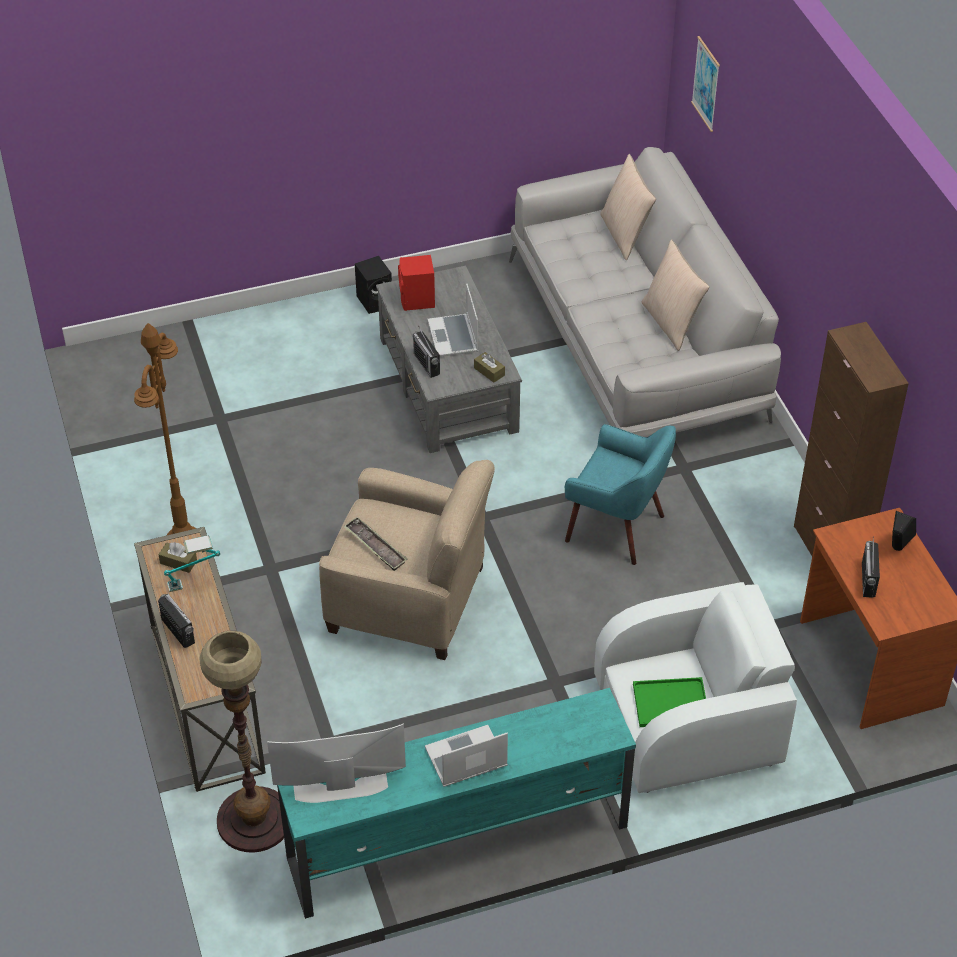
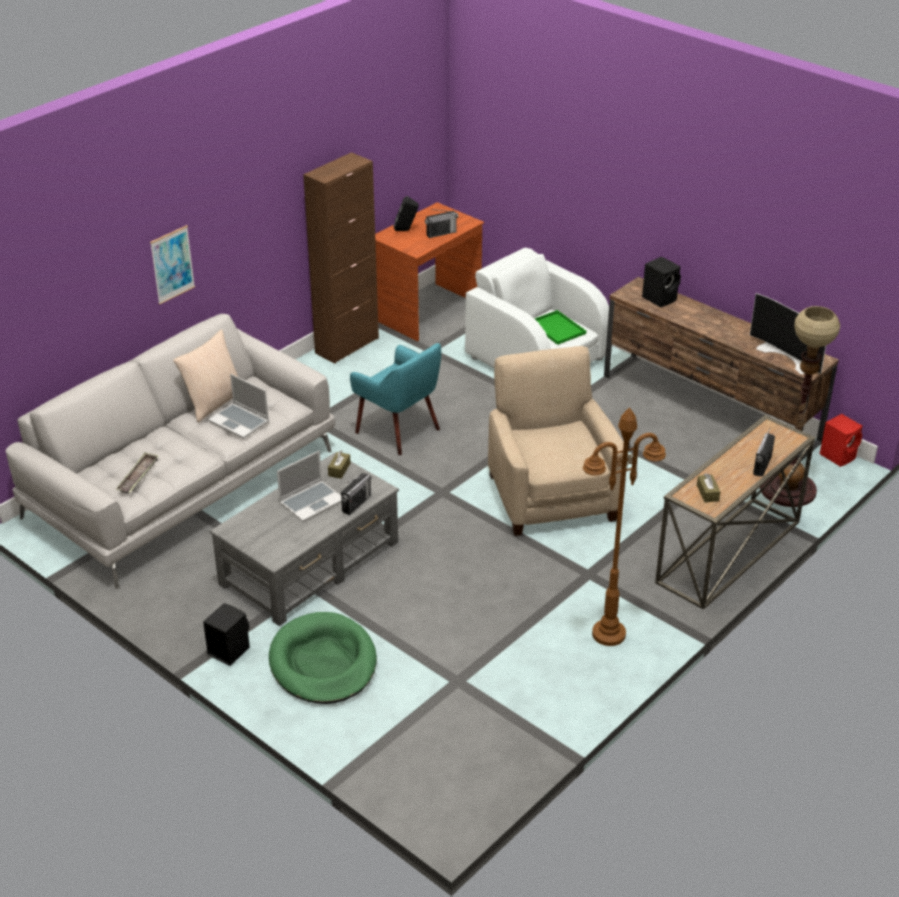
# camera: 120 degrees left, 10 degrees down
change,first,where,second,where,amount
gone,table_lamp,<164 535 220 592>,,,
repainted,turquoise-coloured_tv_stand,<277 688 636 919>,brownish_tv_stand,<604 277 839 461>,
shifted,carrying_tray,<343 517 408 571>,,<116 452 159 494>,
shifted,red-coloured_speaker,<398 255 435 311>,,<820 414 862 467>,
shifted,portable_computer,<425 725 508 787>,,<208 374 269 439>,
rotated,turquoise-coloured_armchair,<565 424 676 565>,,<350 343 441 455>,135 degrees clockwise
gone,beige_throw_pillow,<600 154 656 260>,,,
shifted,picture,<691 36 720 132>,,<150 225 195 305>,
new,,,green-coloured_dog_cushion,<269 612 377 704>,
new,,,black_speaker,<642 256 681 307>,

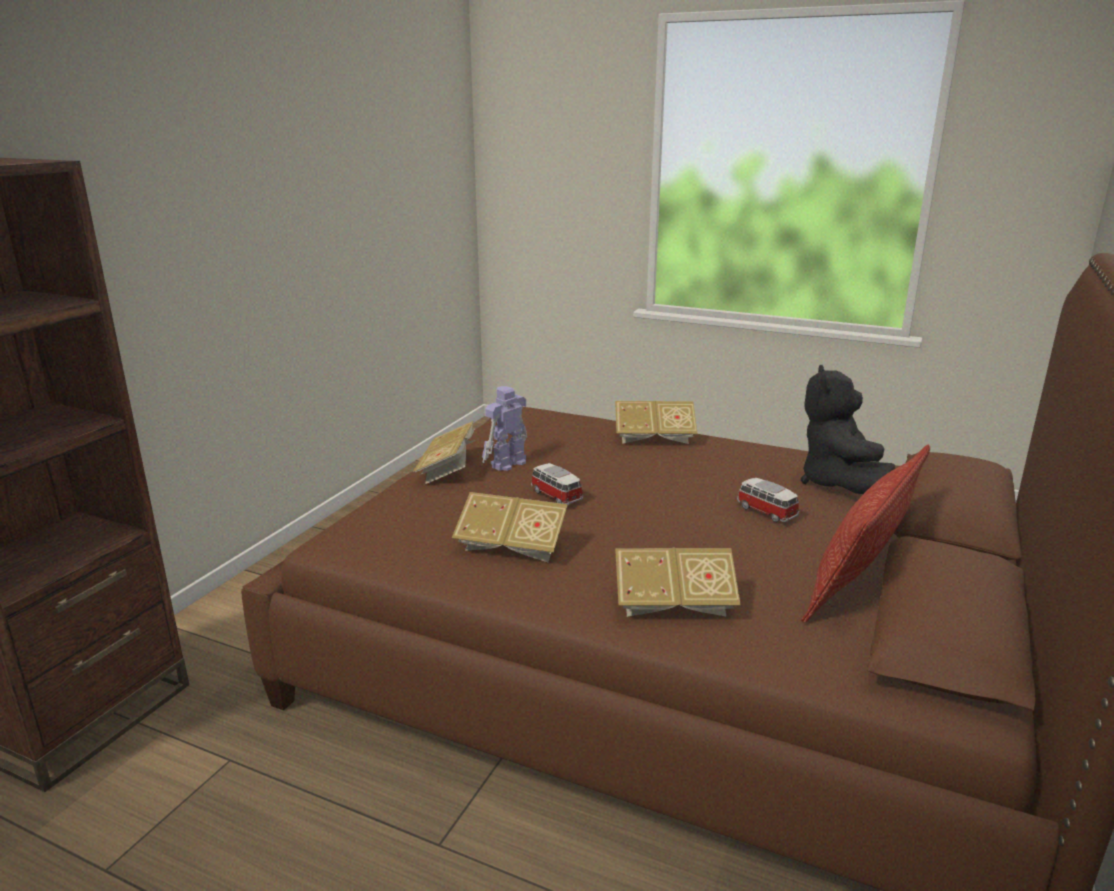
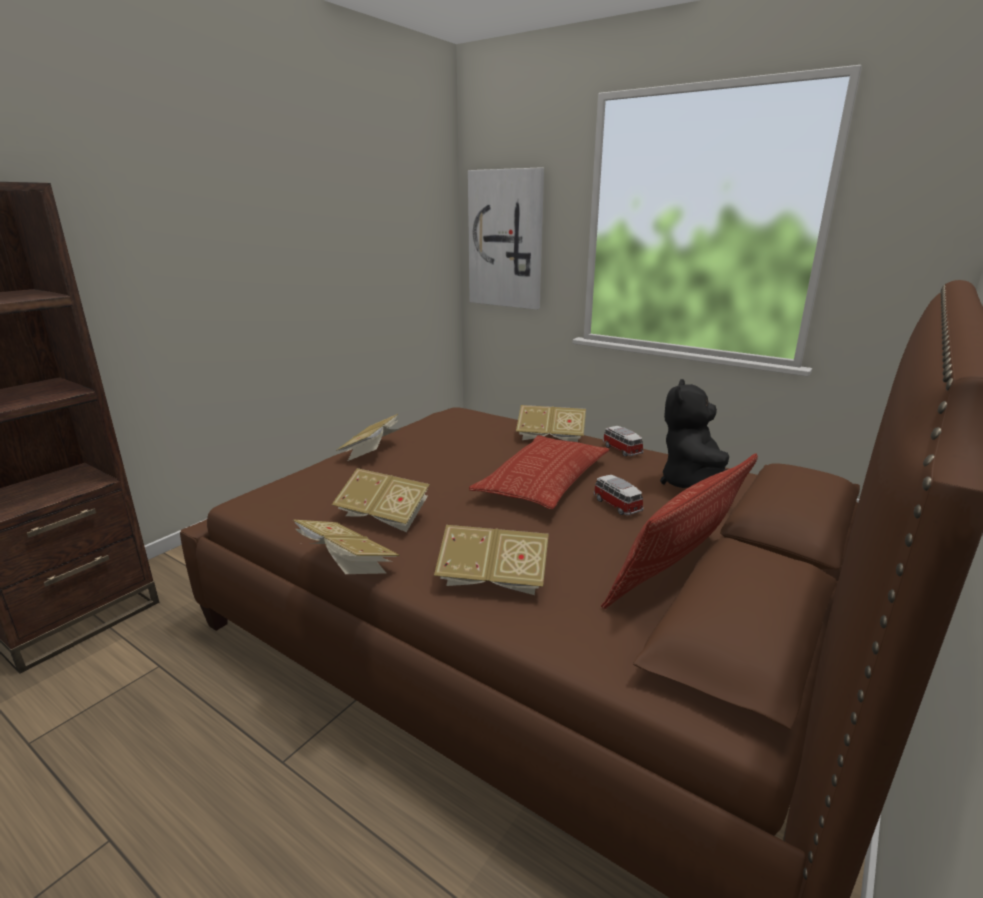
# camera: 10 degrees right, 0 degrees up
change,first,where,second,where,amount
gone,model_robot,<482 386 527 471>,,,
shifted,miniature_car,<531 463 583 505>,,<603 426 643 456>,
new,,,volume,<293 519 400 574>,
new,,,picture,<468 167 544 310>,
new,,,throw_pillow,<469 435 610 509>,

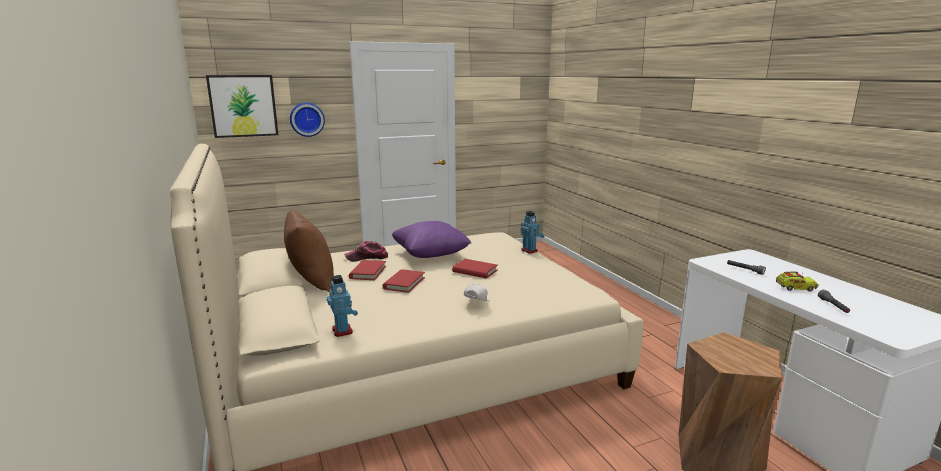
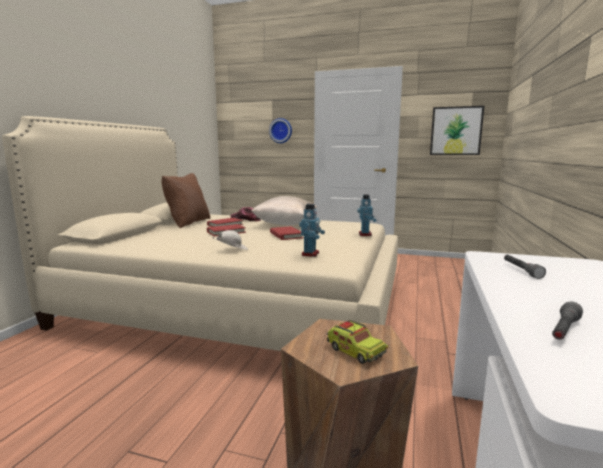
# camera: 40 degrees right, 5 degrees down
change,first,where,second,where,amount
shifted,picture,<206 75 278 138>,,<430 106 484 155>,
shifted,model_robot,<326 275 358 337>,,<299 204 325 257>,
repainted,purple_throw_pillow,<392 221 471 258>,beige_throw_pillow,<251 196 317 225>,
shifted,toy_lorry,<776 272 819 292>,,<327 320 388 364>,

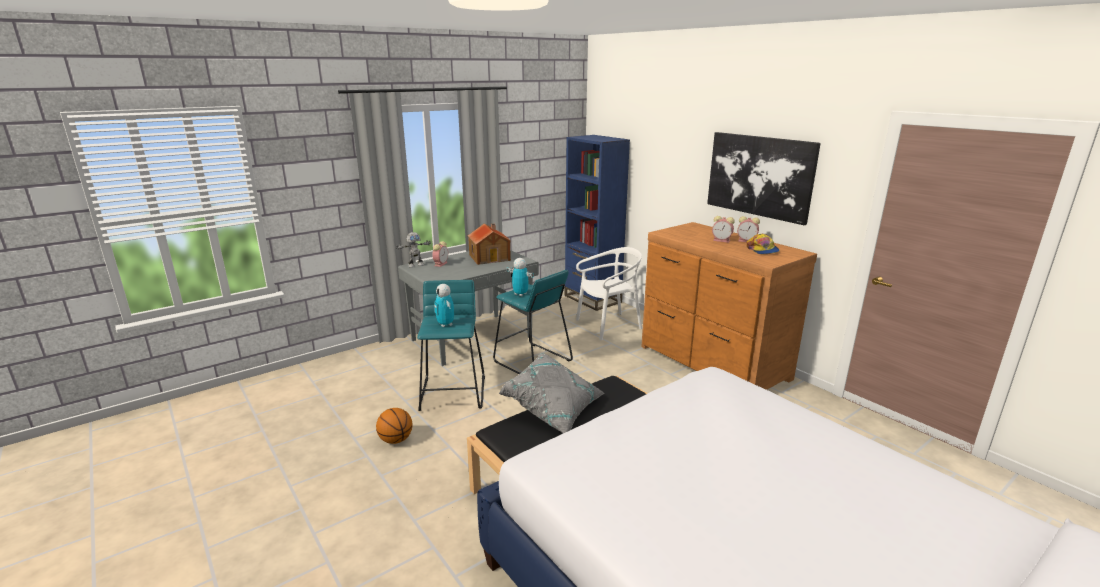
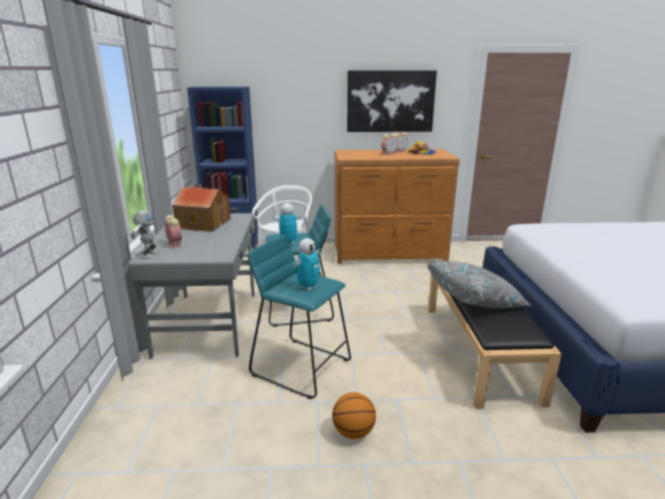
# camera: 55 degrees left, 0 degrees up
change,first,where,second,where,amount
rotated,model_robot,<434 284 454 327>,,<293 238 322 290>,60 degrees counterclockwise

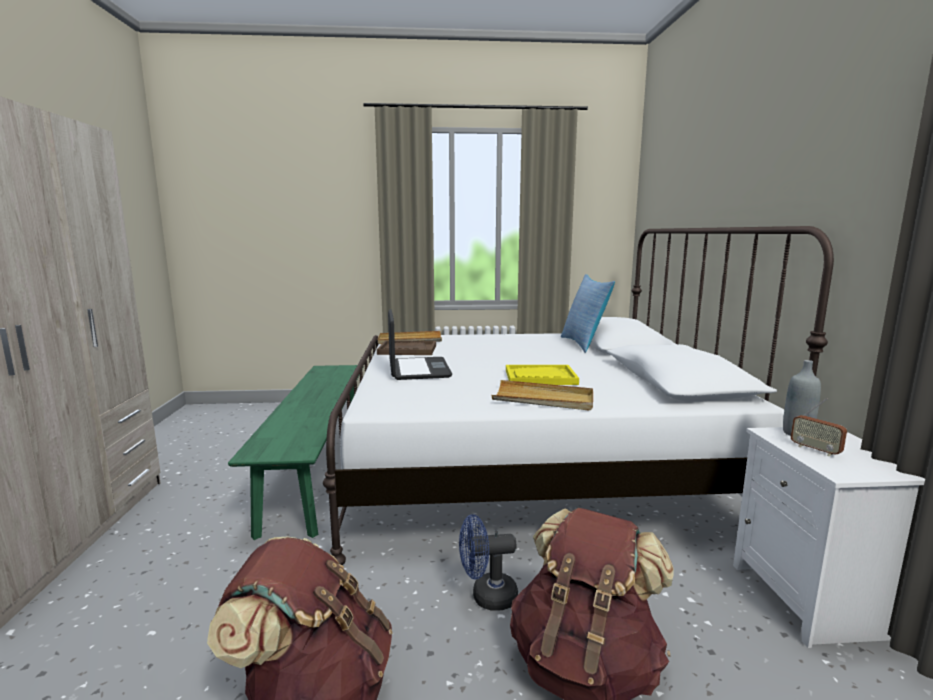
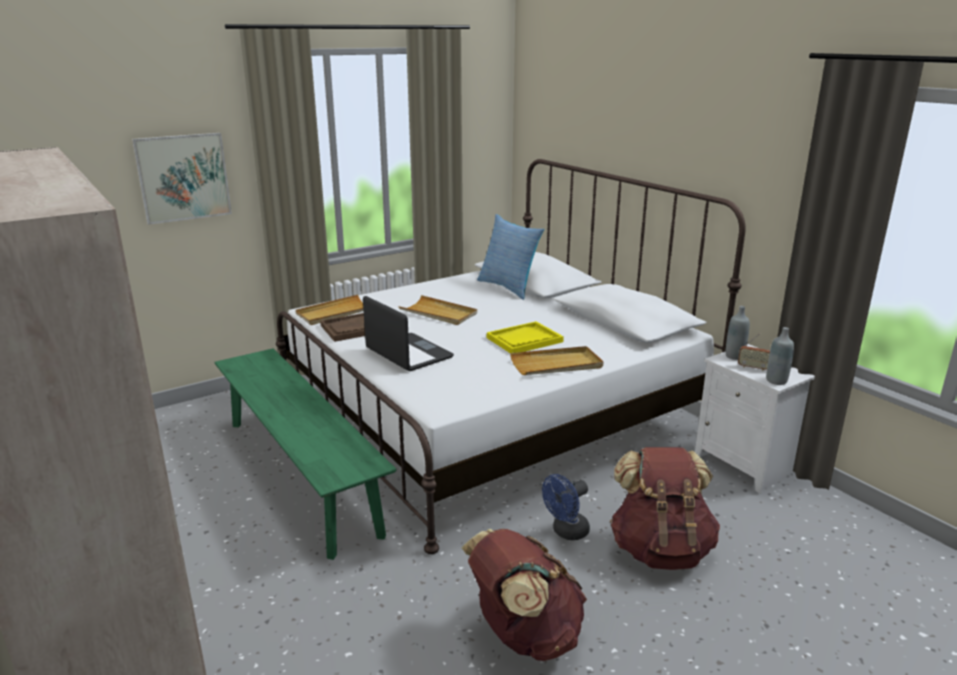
# camera: 30 degrees left, 10 degrees up
change,first,where,second,where,amount
new,,,picture,<132 133 232 225>,
new,,,beige_carrying_tray,<398 295 477 325>,
new,,,gray_drink_bottle,<766 327 794 385>,

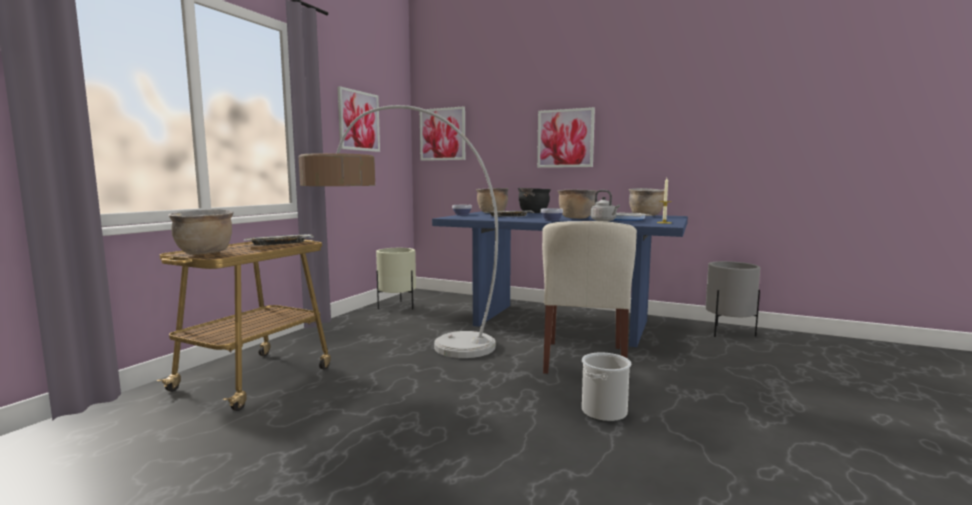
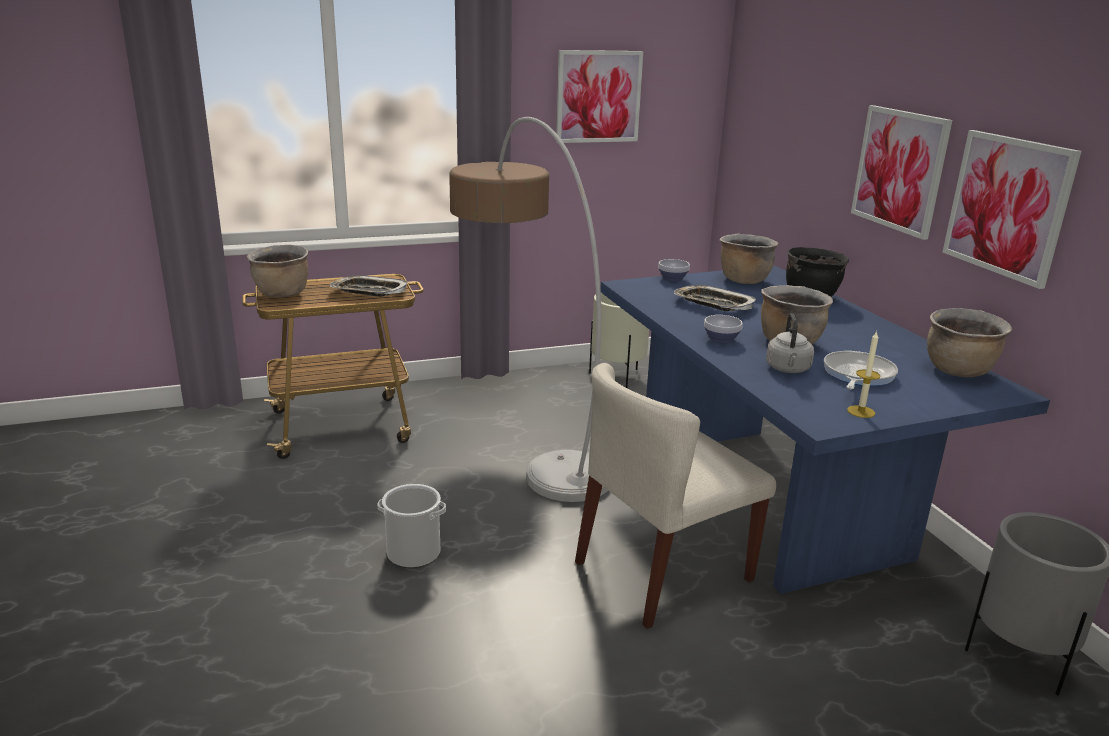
# camera: 45 degrees right, 15 degrees up
change,first,where,second,where,amount
shifted,picture,<420 107 465 161>,,<943 130 1082 289>,
shifted,pail,<582 353 631 422>,,<377 484 446 568>,

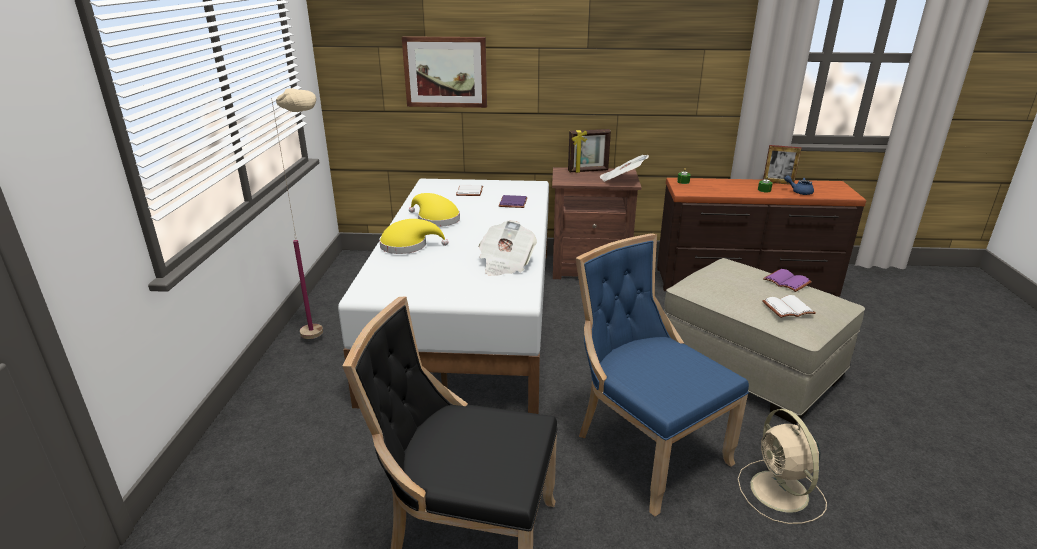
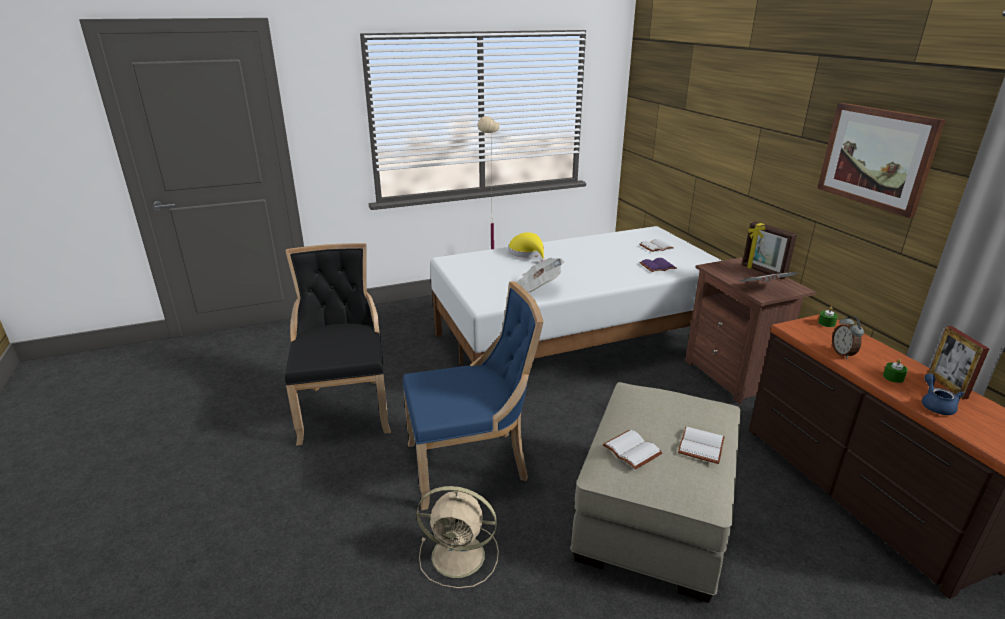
# camera: 65 degrees right, 0 degrees up
change,first,where,second,where,amount
shifted,picture,<402 36 487 108>,,<817 103 945 218>,
gone,yellow-coloured_hat,<409 193 460 227>,,,
rotated,bluish_chair,<576 233 749 517>,,<403 281 543 510>,45 degrees clockwise
rotated,beige_electric_fan,<738 409 827 524>,,<416 486 499 588>,135 degrees counterclockwise
repainted,purple_volume,<763 269 812 292>,white-coloured_volume,<678 427 725 464>,
new,,,bedside_clock,<832 316 864 359>,

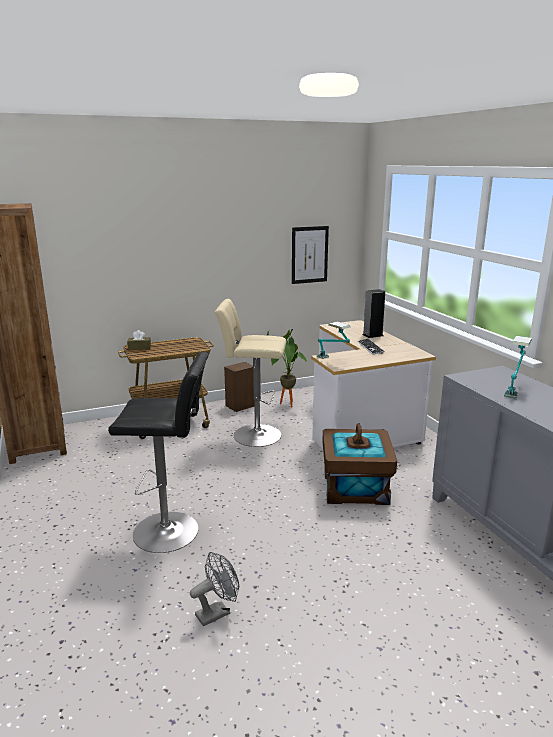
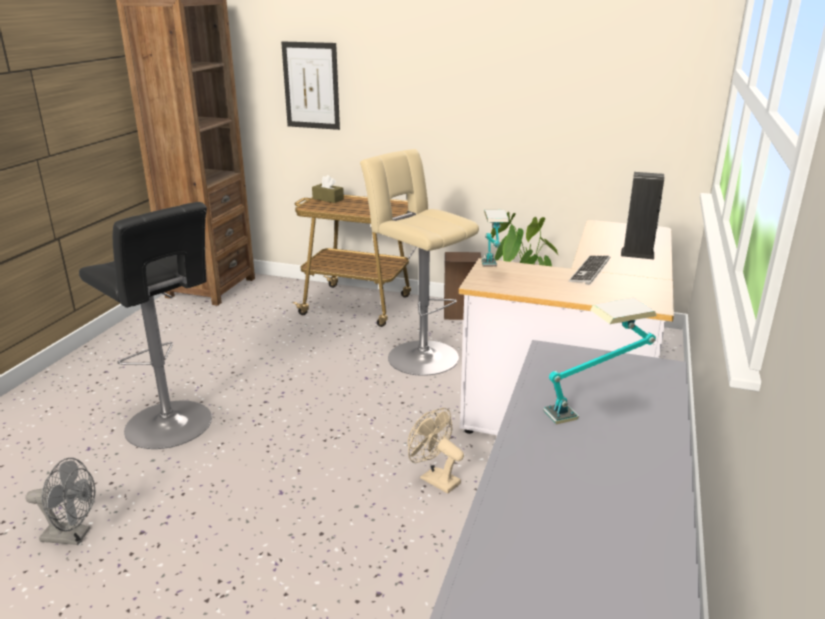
# camera: 40 degrees right, 5 degrees up
change,first,where,second,where,amount
shifted,picture,<292 226 329 284>,,<281 41 340 130>,
swapped,brownish_storage_box,<322 423 397 505>,beige_electric_fan,<408 408 464 494>,

